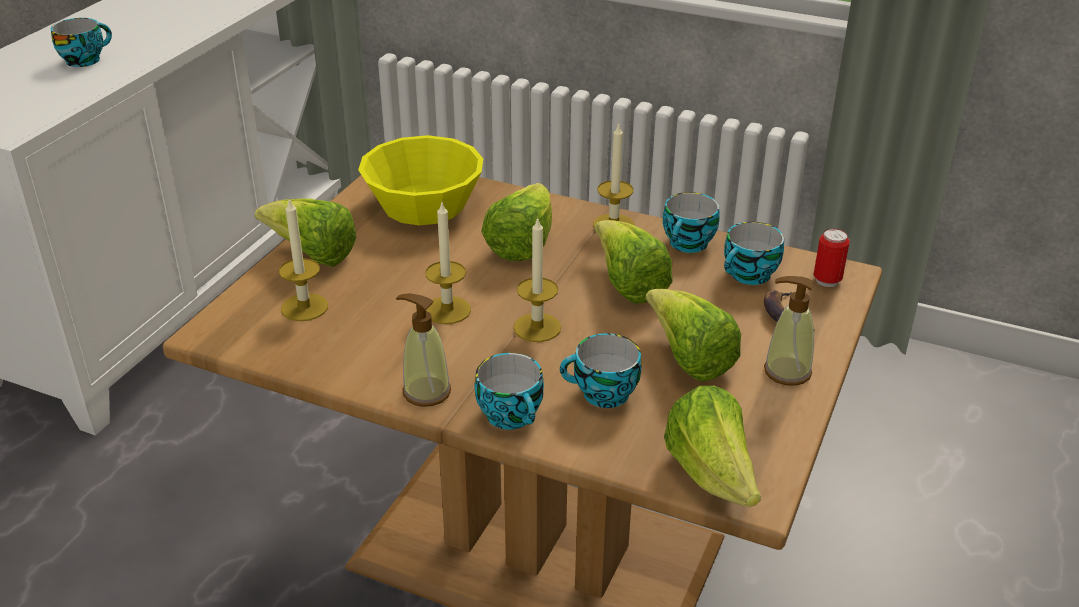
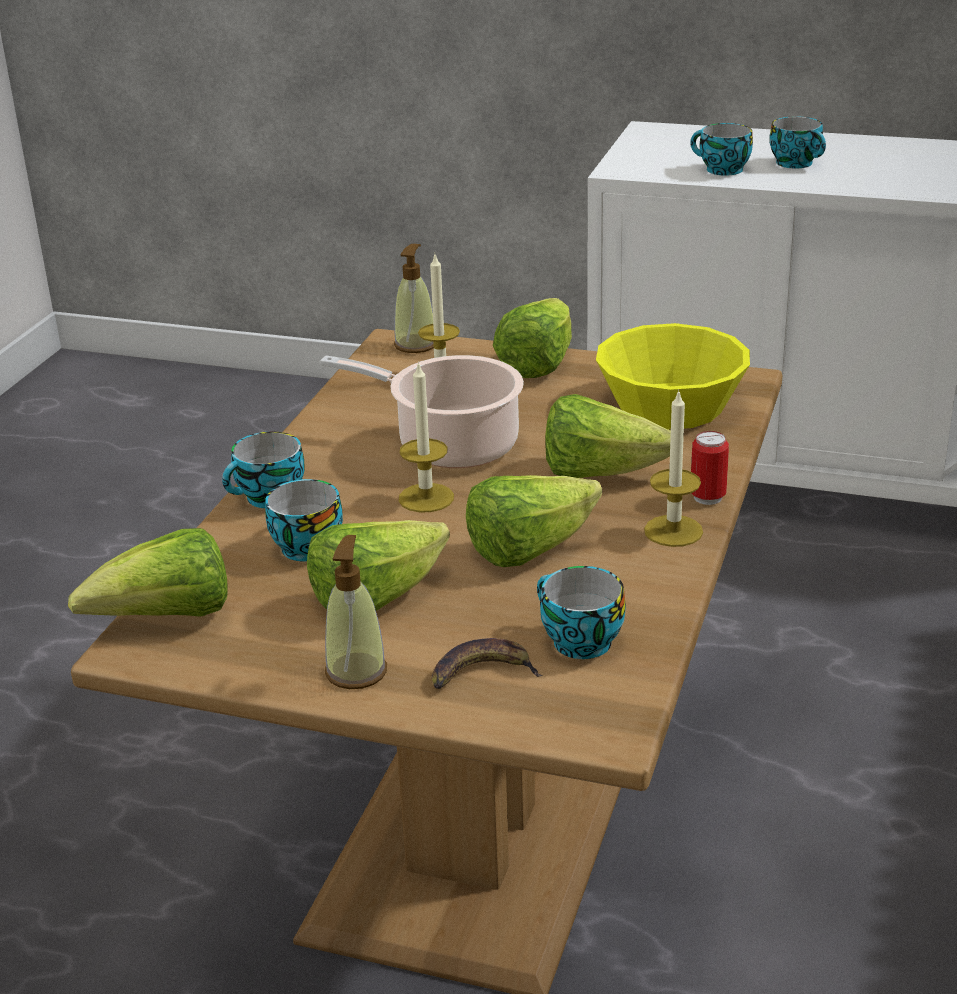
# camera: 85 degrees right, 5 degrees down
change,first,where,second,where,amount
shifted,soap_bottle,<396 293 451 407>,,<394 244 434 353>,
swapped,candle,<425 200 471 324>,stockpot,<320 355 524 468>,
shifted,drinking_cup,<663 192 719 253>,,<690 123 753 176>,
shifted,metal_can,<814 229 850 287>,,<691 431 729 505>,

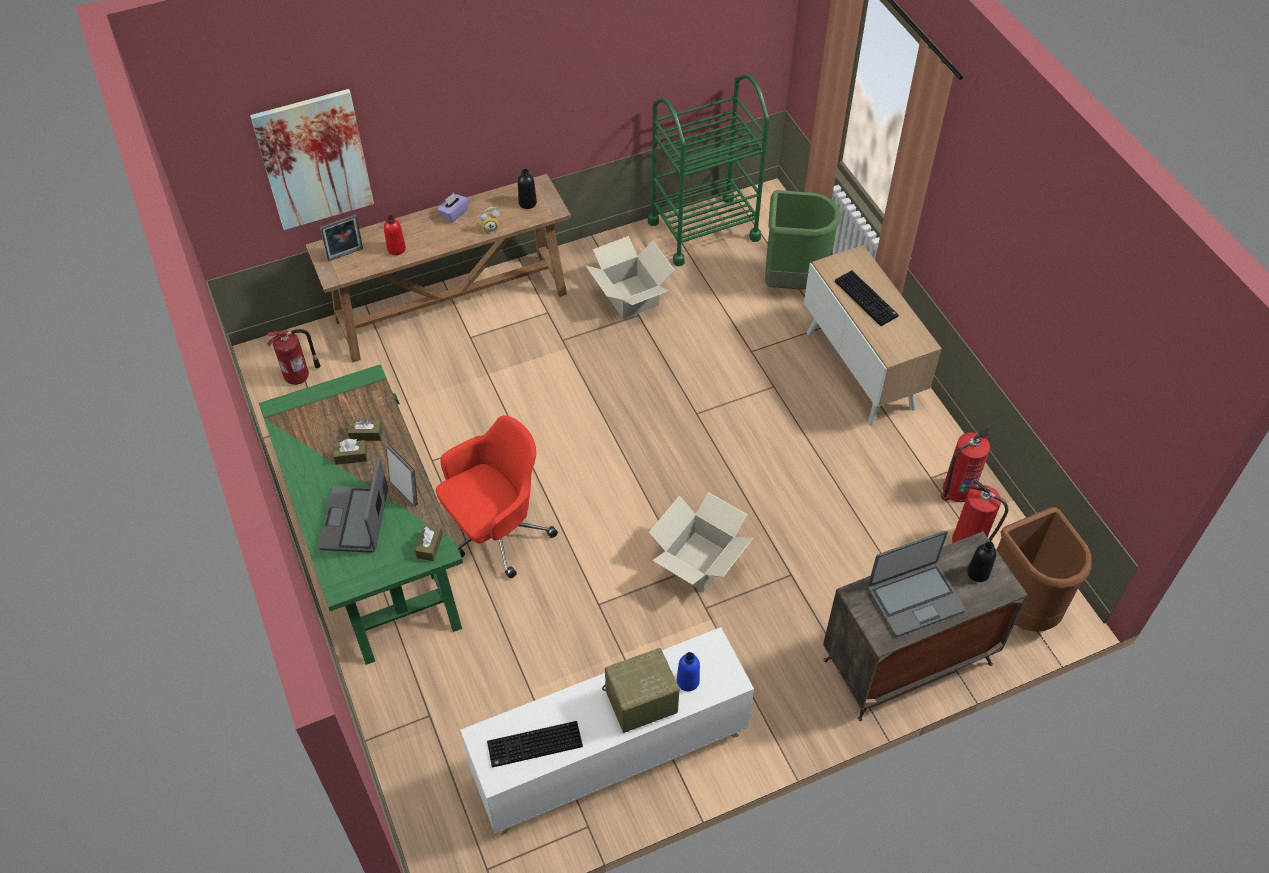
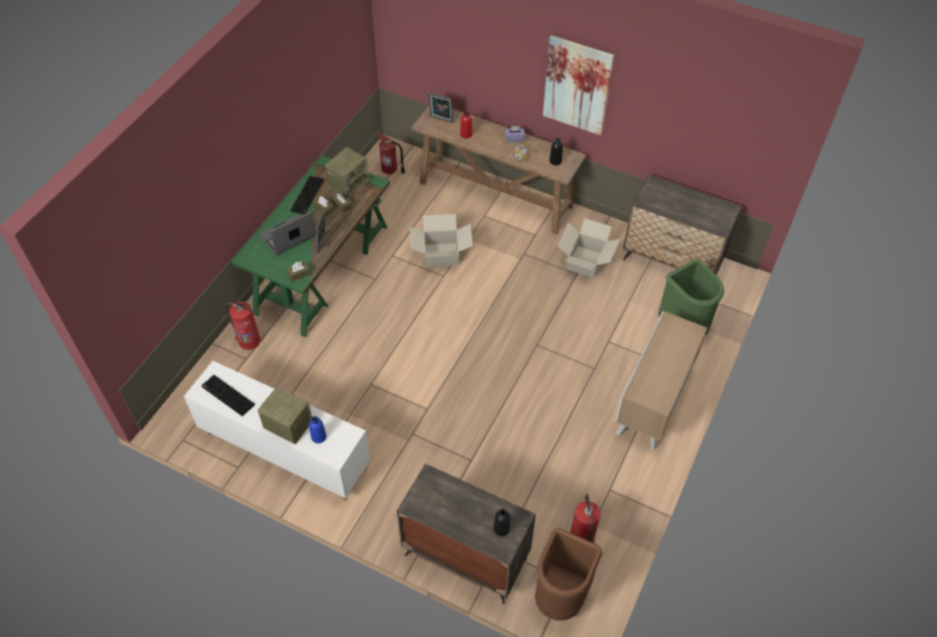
# camera: 50 degrees right, 0 degrees up
change,first,where,second,where,amount
shifted,picture,<250 89 374 230>,,<543 35 614 135>,
gone,red-coloured_desk_chair,<436 415 558 578>,,,
swapped,green-coloured_cart,<648 74 769 266>,chest_of_drawers,<623 174 742 275>,
shifted,cardboard_box,<649 492 753 592>,,<410 214 473 267>,
shifted,computer_keyboard,<835 270 898 326>,,<291 176 324 214>,
gone,portable_computer,<868 531 965 637>,,,
shifted,extinguisher,<940 425 991 502>,,<225 302 261 350>,
new,,,radio_set,<325 147 371 198>,

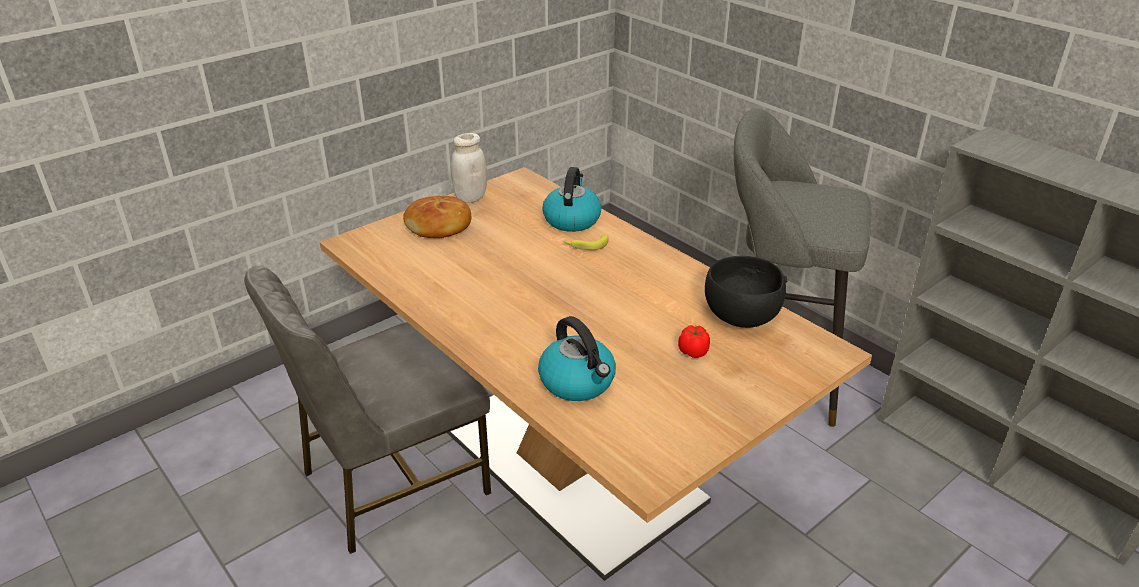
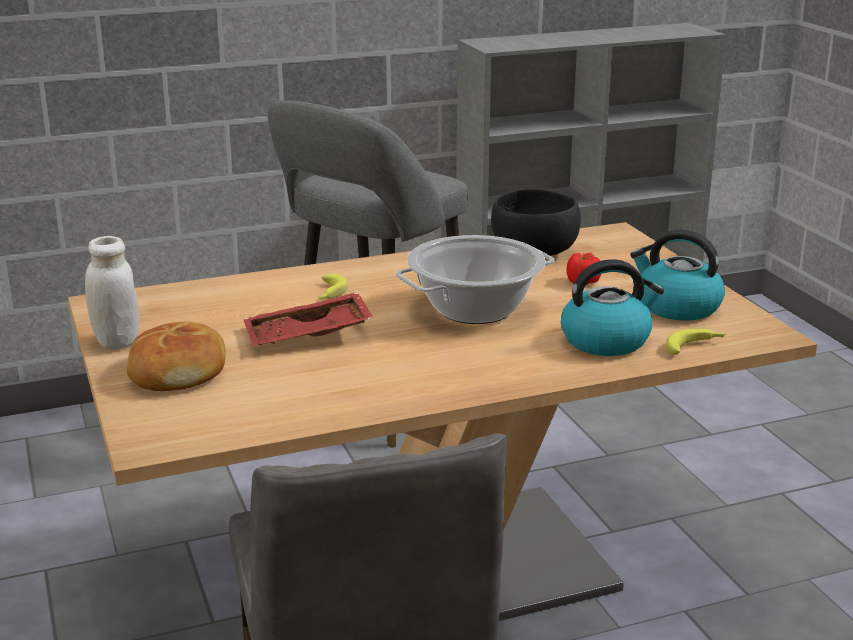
# camera: 70 degrees left, 10 degrees down
change,first,where,second,where,amount
shifted,water_kettle,<542 167 601 232>,,<630 229 725 321>,
new,,,red-coloured_carrying_tray,<243 292 373 346>,
new,,,stockpot,<396 235 555 324>,
new,,,banana_fruit,<666 328 727 355>,

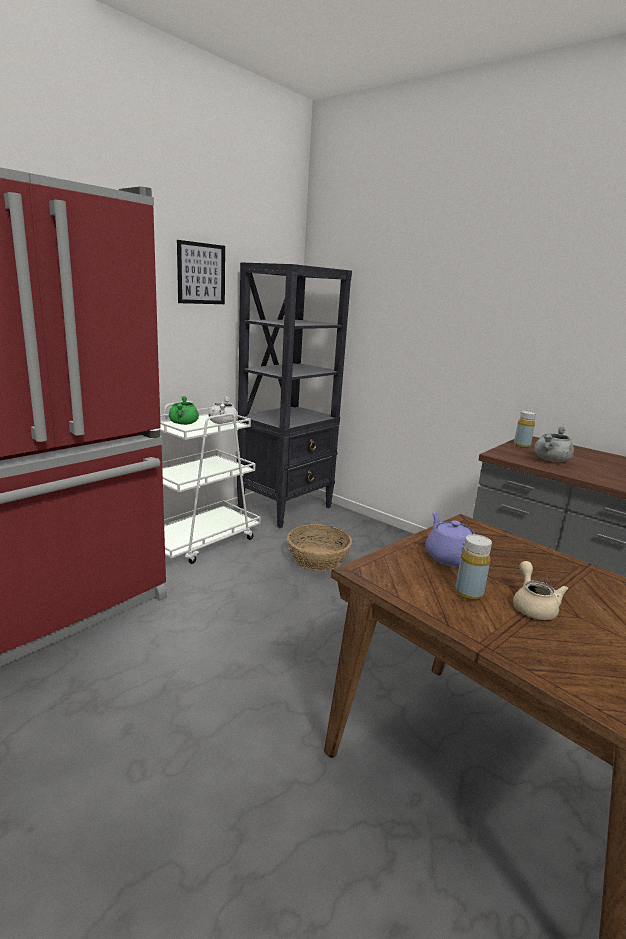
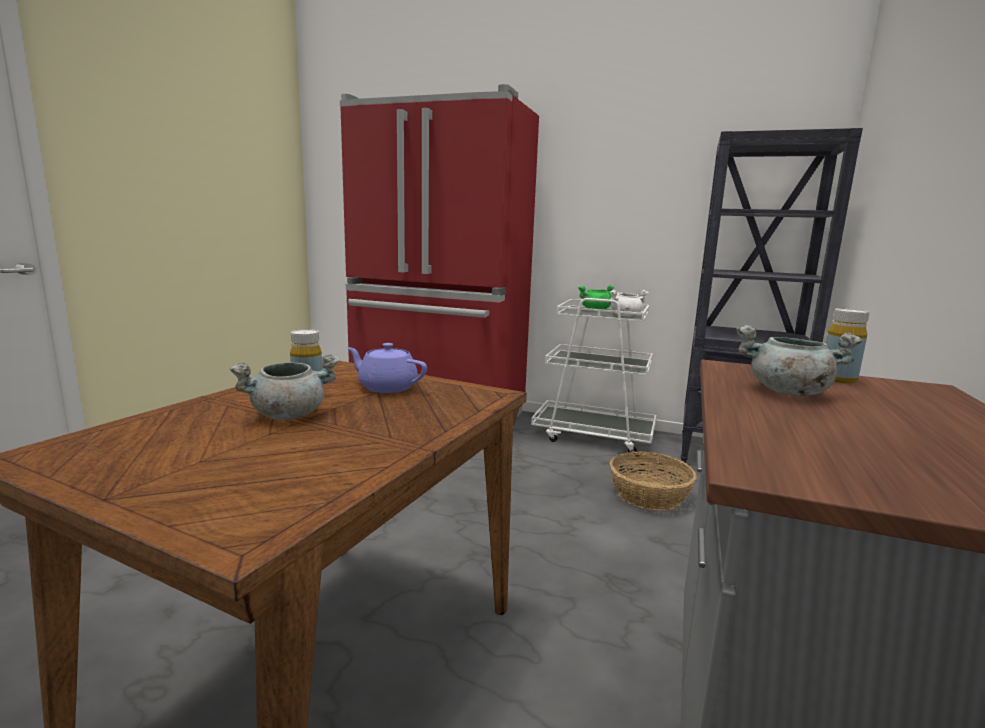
# camera: 70 degrees right, 5 degrees down
change,first,where,second,where,amount
gone,picture,<177 240 225 304>,,,
rotated,purple_pot_for_tea,<425 512 475 567>,,<346 343 427 393>,120 degrees counterclockwise
swapped,beige_pot_for_tea,<513 561 568 620>,gray_stockpot,<230 354 340 420>,

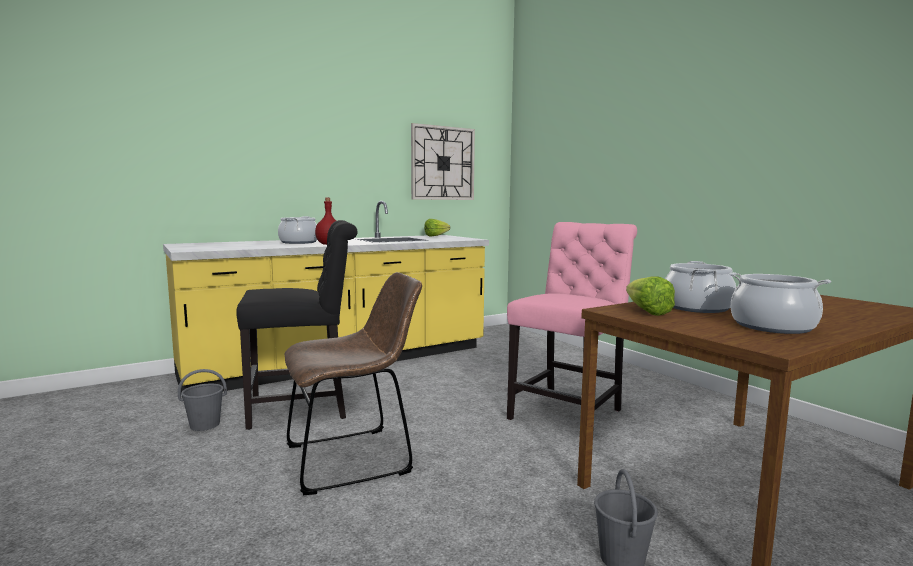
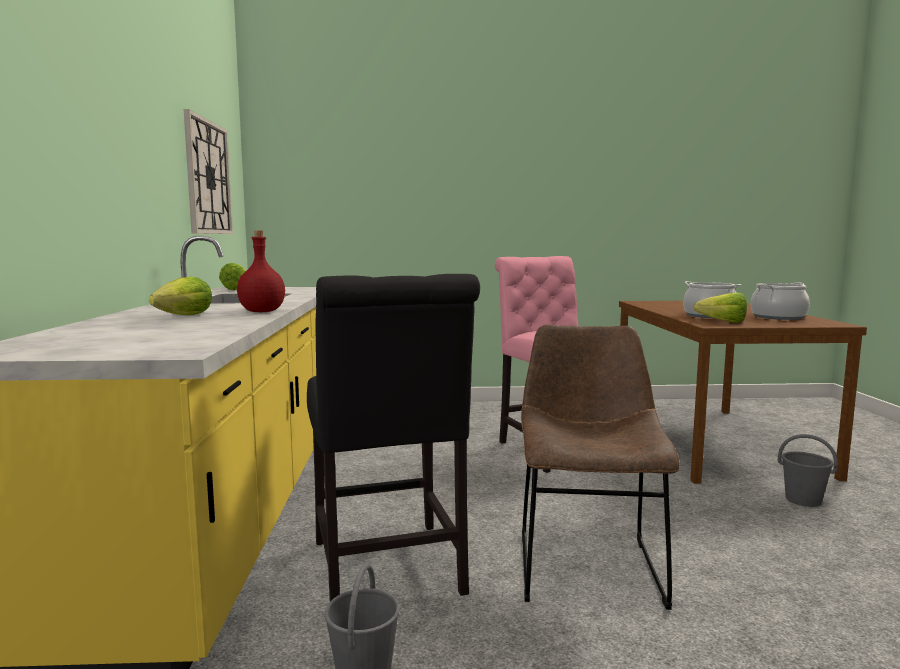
# camera: 60 degrees left, 0 degrees up
change,first,where,second,where,amount
rotated,black_chair,<236 220 358 430>,,<307 274 480 601>,150 degrees clockwise
swapped,stockpot,<278 216 317 244>,head_of_lettuce,<149 277 212 315>,

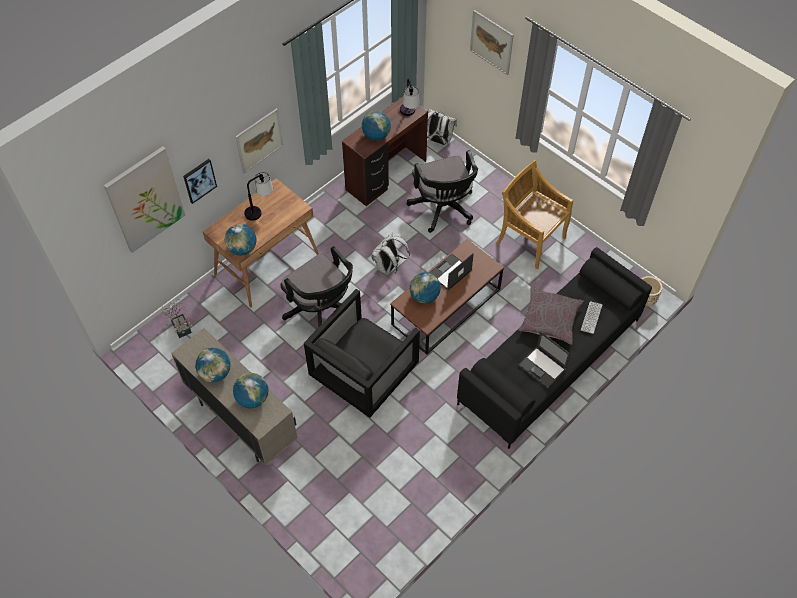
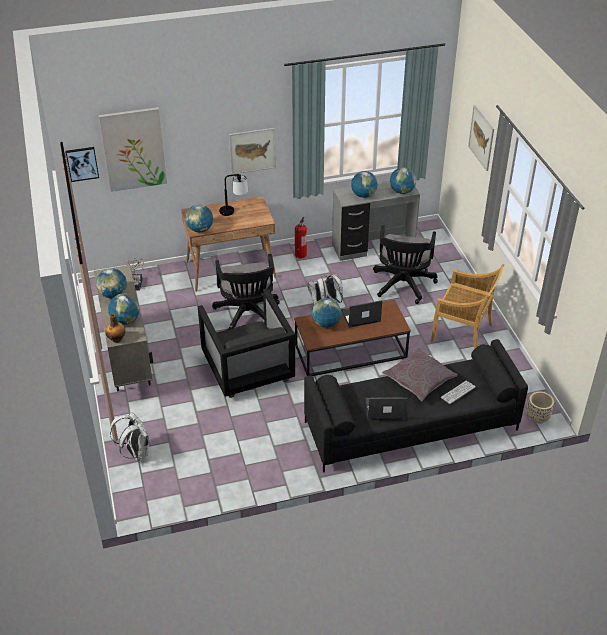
# camera: 30 degrees right, 15 degrees down
change,first,where,second,where,amount
shifted,picture,<183 159 217 204>,,<66 147 99 182>,
rotated,black_armchair,<304 289 420 418>,,<198 288 295 398>,90 degrees counterclockwise
repainted,brownish_desk_table,<342 96 428 206>,gray_desk_table,<332 181 420 261>,
swapped,table_lamp,<400 79 420 116>,globe,<390 167 417 194>,
shifted,white-coloured_backpack,<427 109 457 145>,,<110 412 151 461>,
rotated,beige_chair,<496 160 573 269>,,<430 264 505 349>,135 degrees clockwise
rotated,portable_computer,<518 331 571 388>,,<366 397 408 421>,105 degrees clockwise
new,,,drink_bottle,<105 314 125 343>,
new,,,extinguisher,<295 217 307 258>,

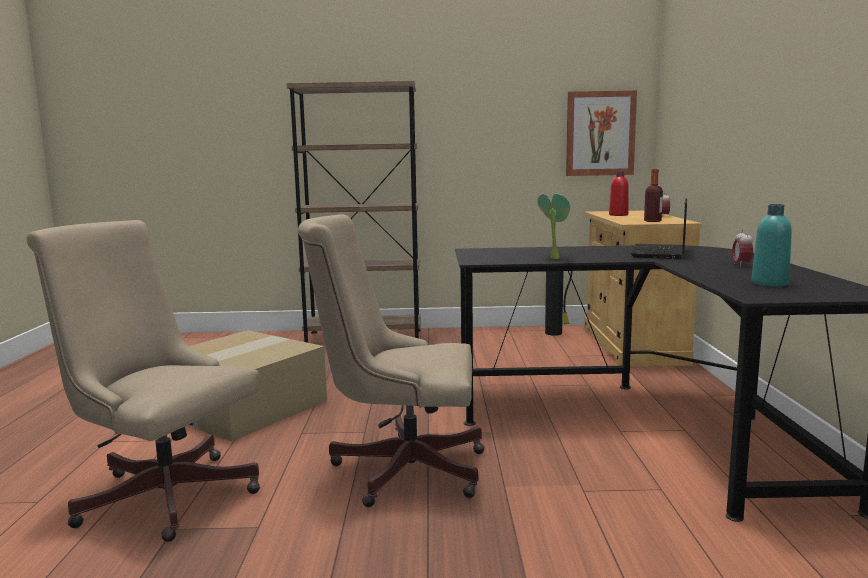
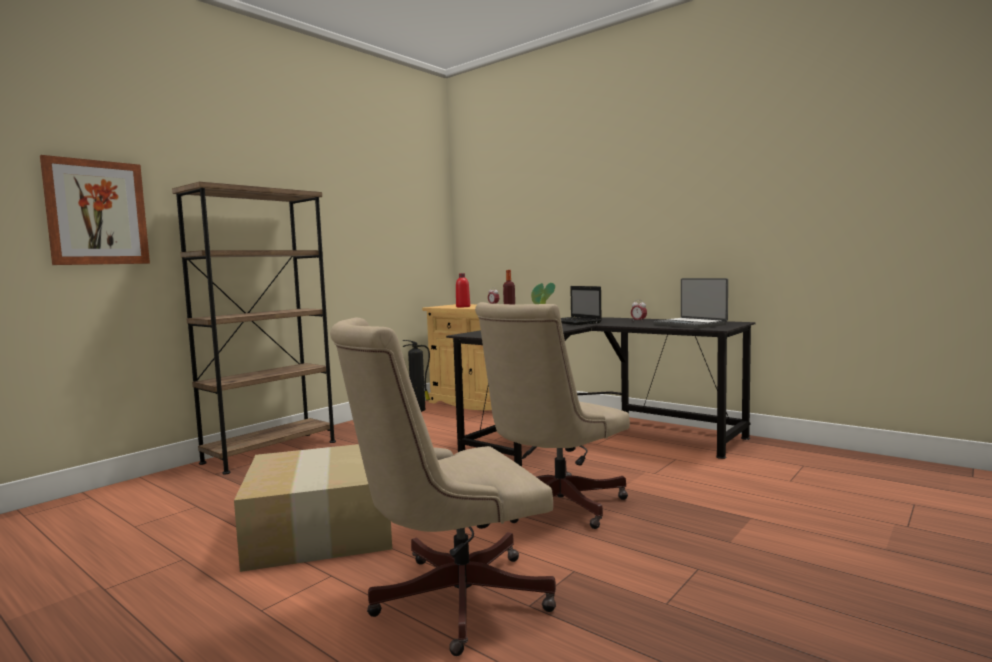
# camera: 50 degrees left, 5 degrees down
change,first,where,second,where,amount
shifted,picture,<566 91 637 176>,,<40 155 150 265>,
swapped,turquoise-coloured_drink_bottle,<751 204 792 286>,portable_computer,<653 278 728 329>,

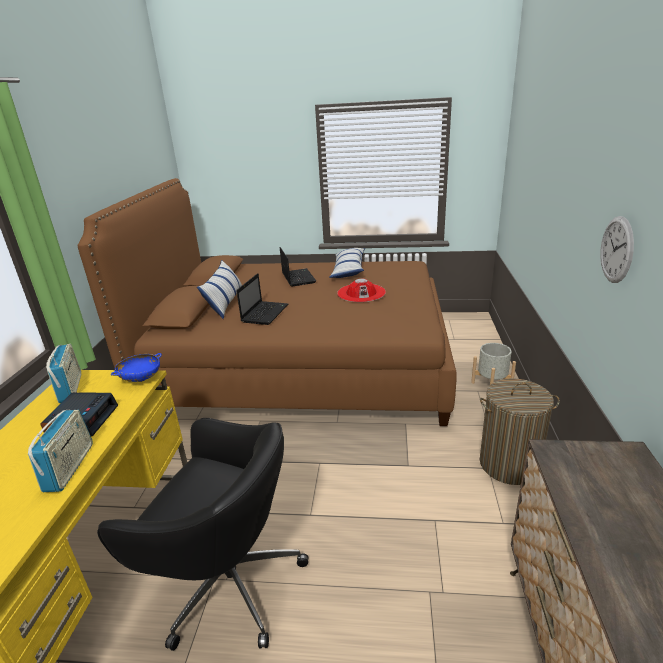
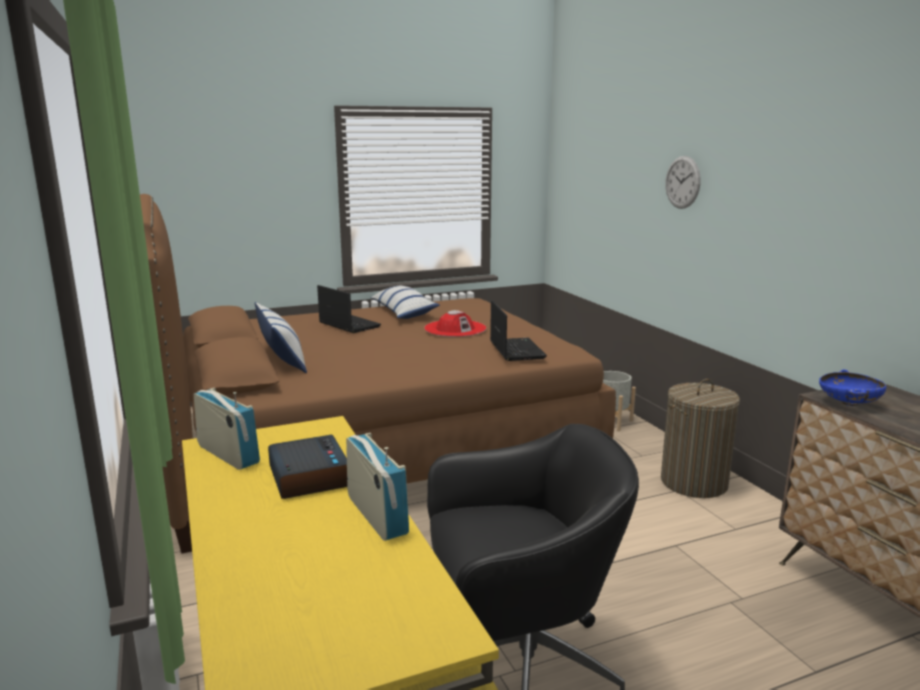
# camera: 30 degrees left, 10 degrees down
change,first,where,second,where,amount
shifted,bluish_serving_bowl,<111 353 162 382>,,<819 369 886 406>,
shifted,portable_computer,<236 273 288 325>,,<490 301 547 361>,
shifted,hanging_clock,<600 216 634 283>,,<665 156 701 209>,

